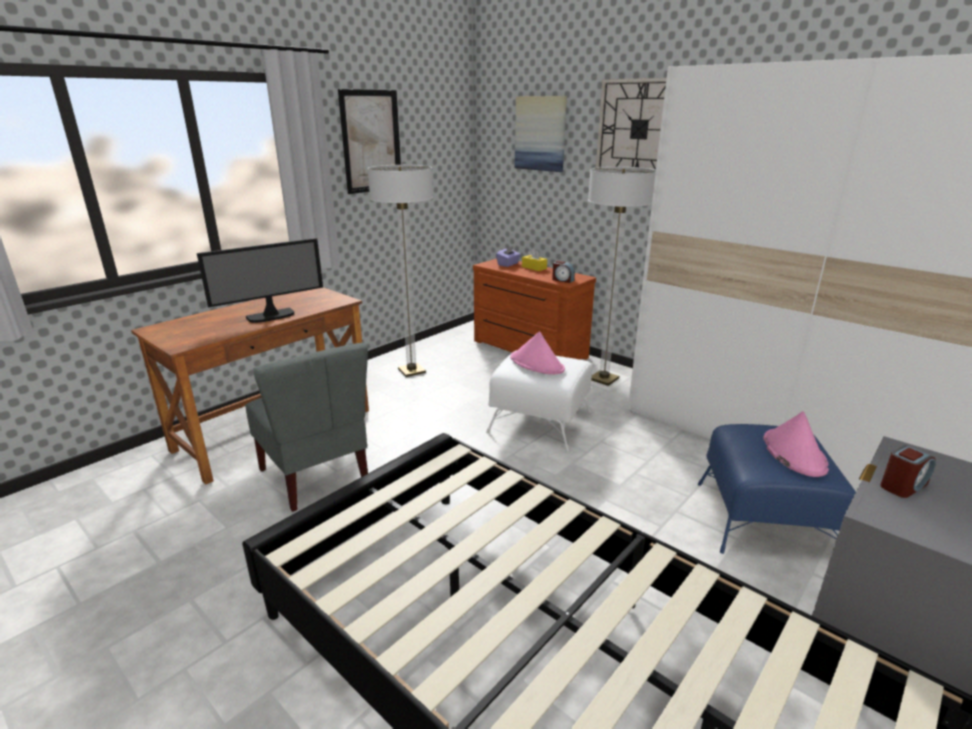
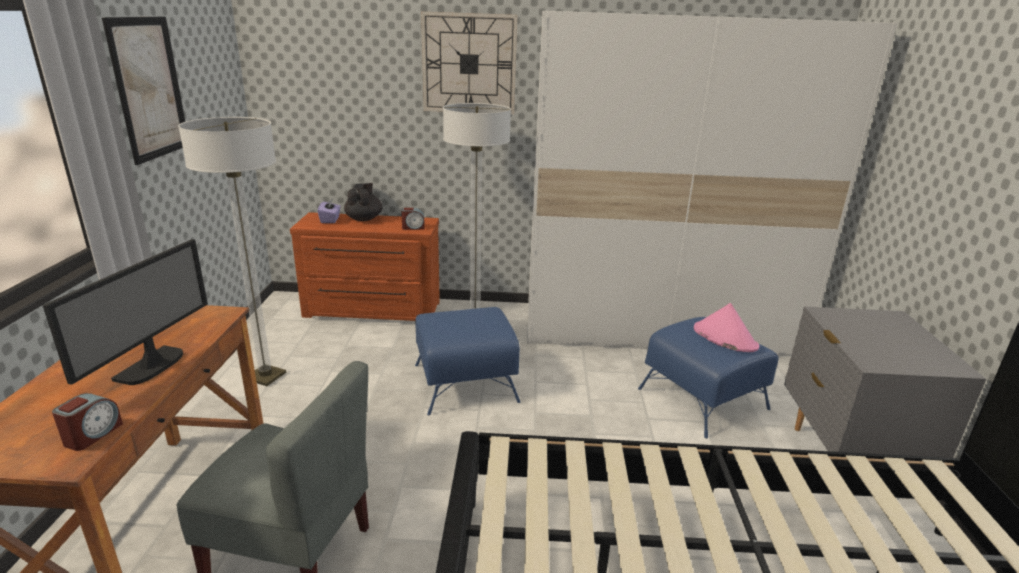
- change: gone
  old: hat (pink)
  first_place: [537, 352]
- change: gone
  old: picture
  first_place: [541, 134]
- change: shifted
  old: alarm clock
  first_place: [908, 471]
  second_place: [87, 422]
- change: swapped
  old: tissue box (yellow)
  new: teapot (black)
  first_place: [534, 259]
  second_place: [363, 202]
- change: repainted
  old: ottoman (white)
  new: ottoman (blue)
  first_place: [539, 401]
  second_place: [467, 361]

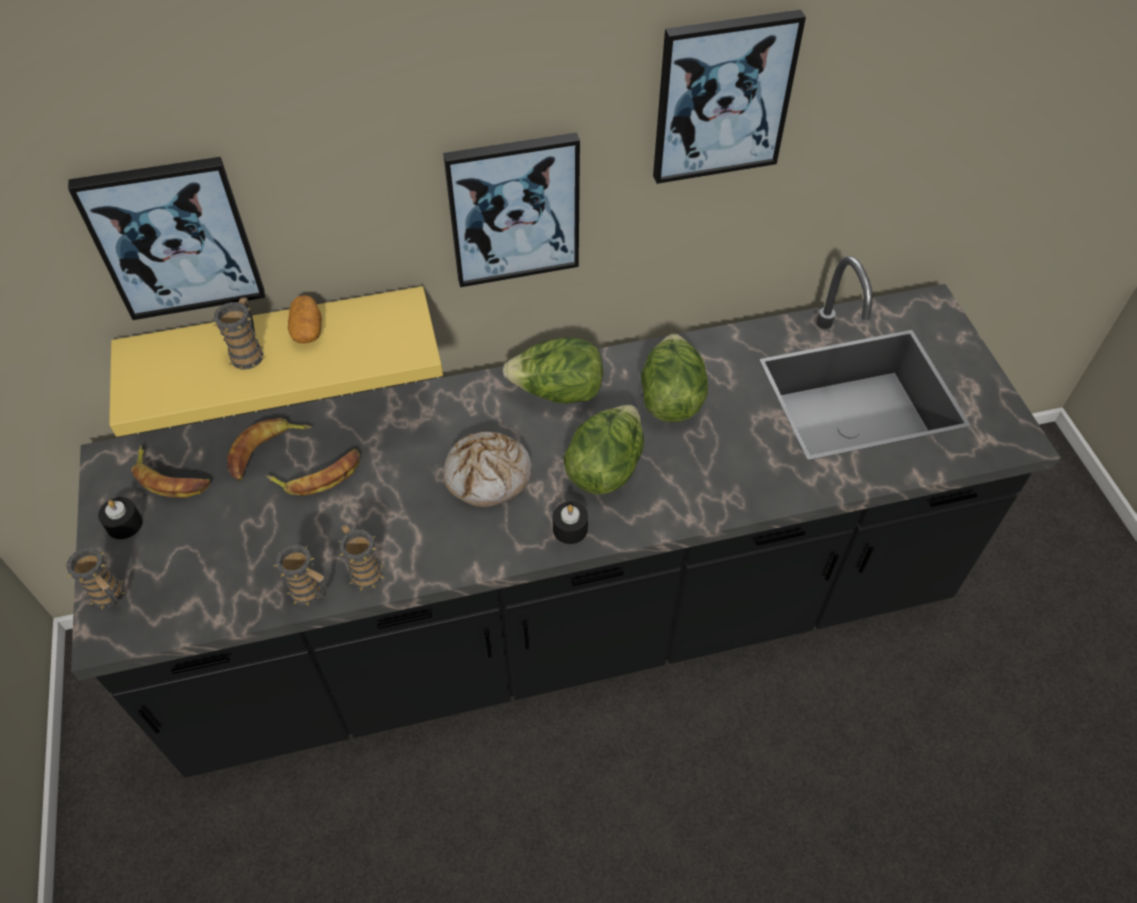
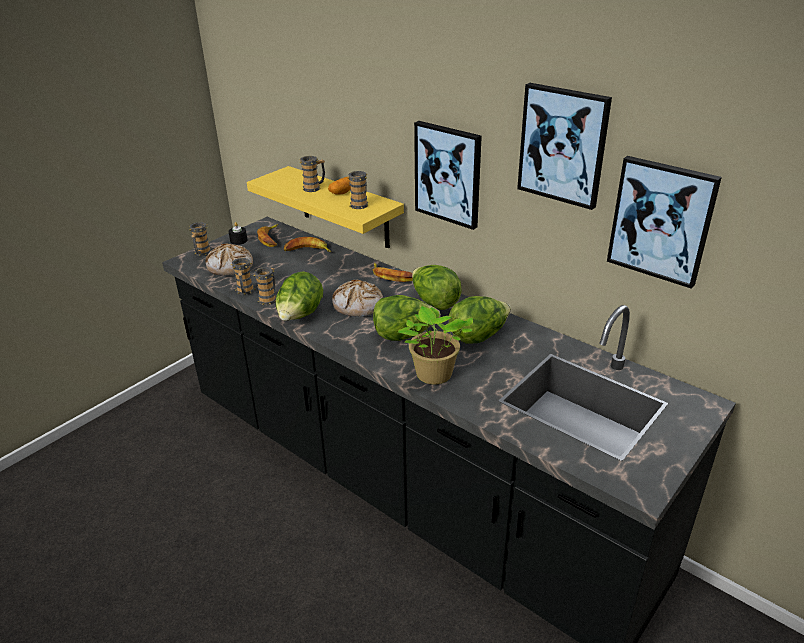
- change: gone
  old: candle (black)
  first_place: [570, 523]
- change: new
  new: bread
  second_place: [229, 259]
- change: new
  new: lettuce
  second_place: [299, 296]
- change: new
  new: mug
  second_place: [358, 190]
- change: new
  new: potted plant
  second_place: [435, 345]
- change: shifted
  old: picture
  first_place: [166, 238]
  second_place: [664, 222]
- change: shifted
  old: banana
  first_place: [313, 472]
  second_place: [393, 272]

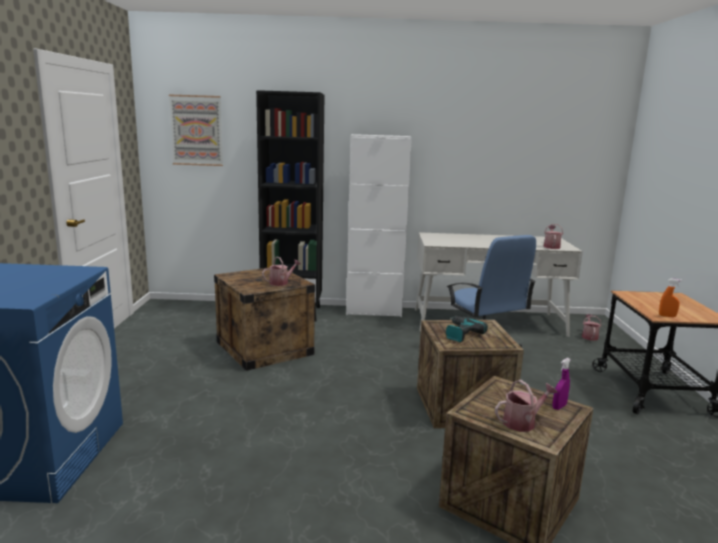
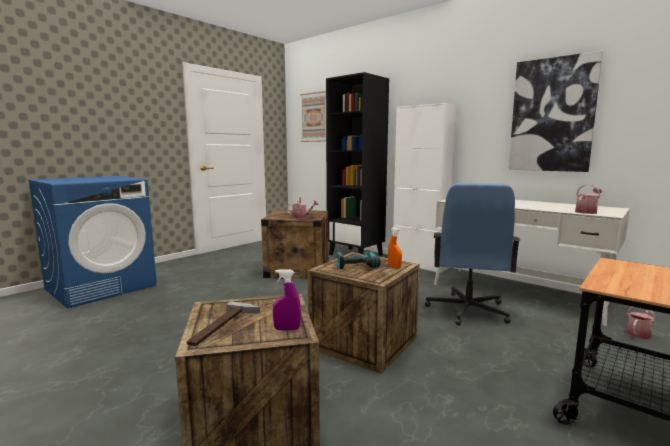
- change: new
  new: picture
  second_place: [555, 111]
- change: shifted
  old: spray bottle (orange)
  first_place: [670, 298]
  second_place: [395, 248]
- change: swapped
  old: watering can
  new: hammer
  first_place: [526, 406]
  second_place: [223, 323]

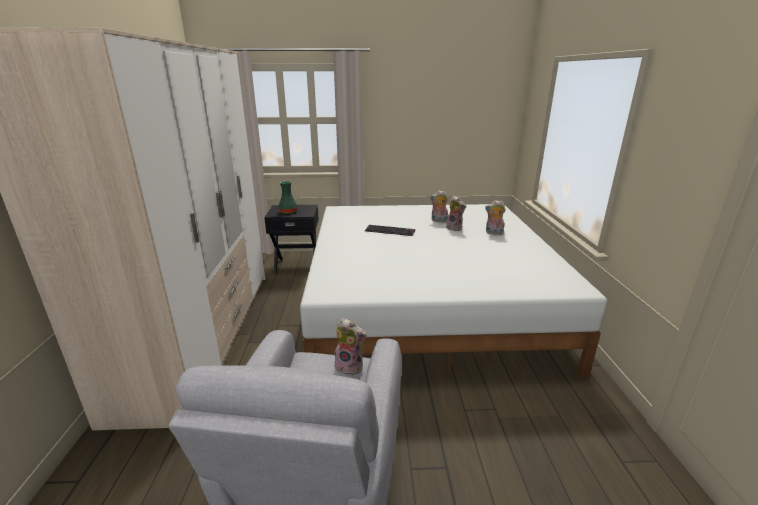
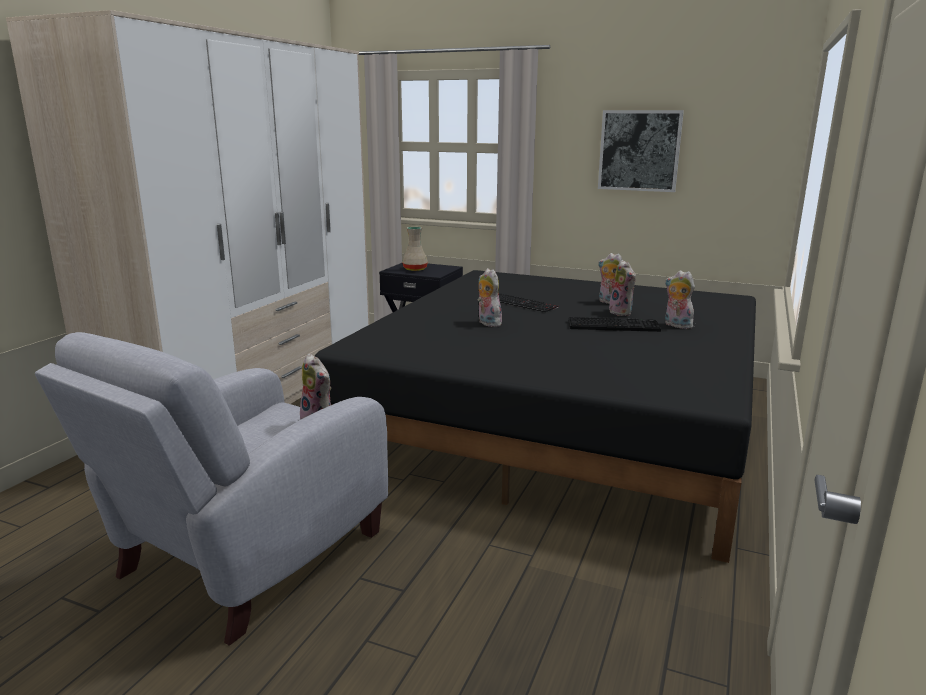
- change: new
  new: plush toy
  second_place: [490, 297]
- change: new
  new: keyboard
  second_place: [614, 324]
- change: new
  new: picture
  second_place: [641, 151]
- change: repainted
  old: vase (green)
  new: vase (beige)
  first_place: [288, 197]
  second_place: [415, 249]
- change: repainted
  old: bed (white)
  new: bed (black)
  first_place: [453, 290]
  second_place: [535, 416]

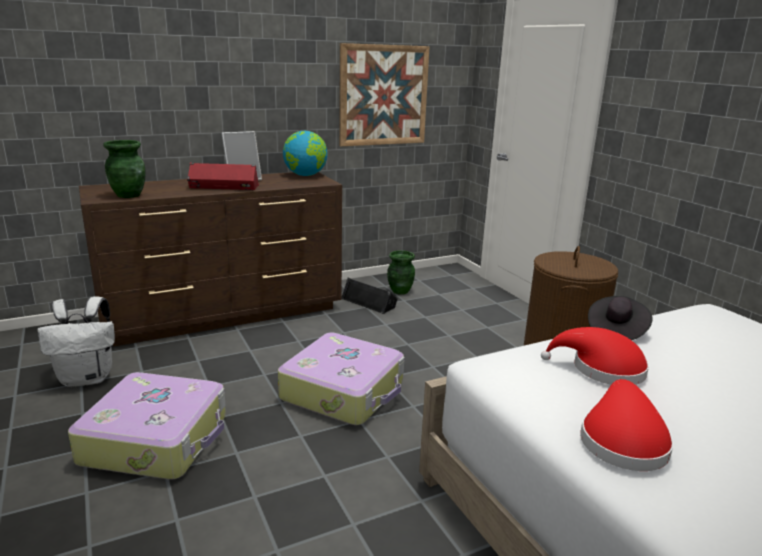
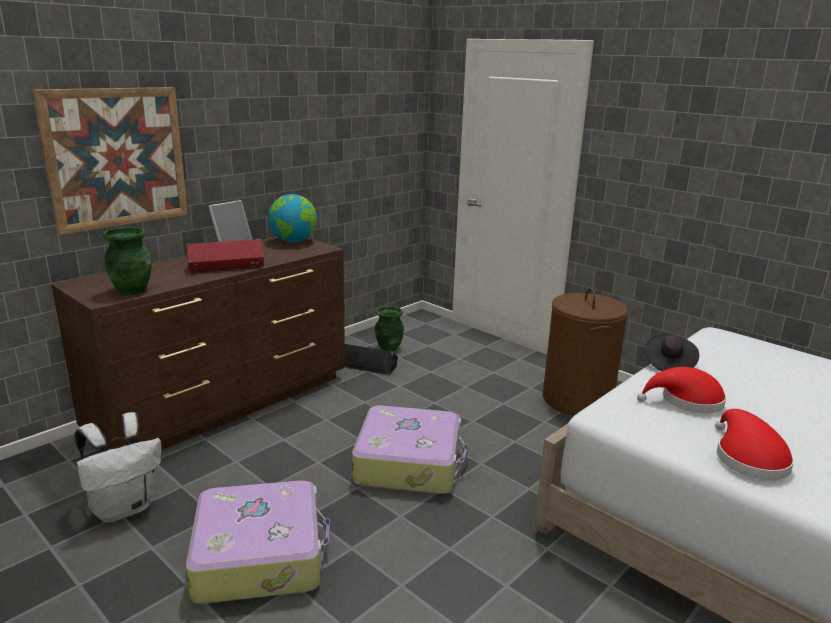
- change: shifted
  old: picture
  first_place: [384, 94]
  second_place: [110, 161]

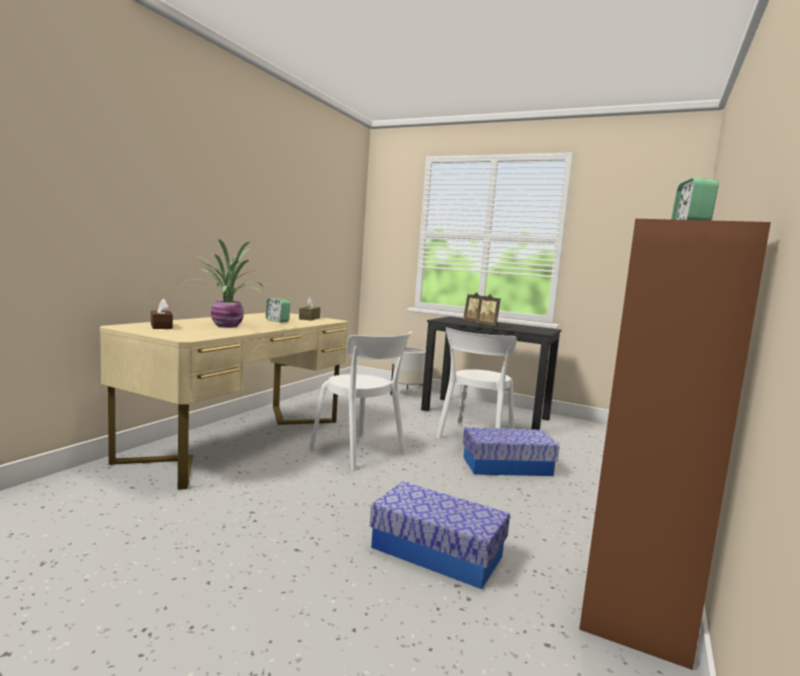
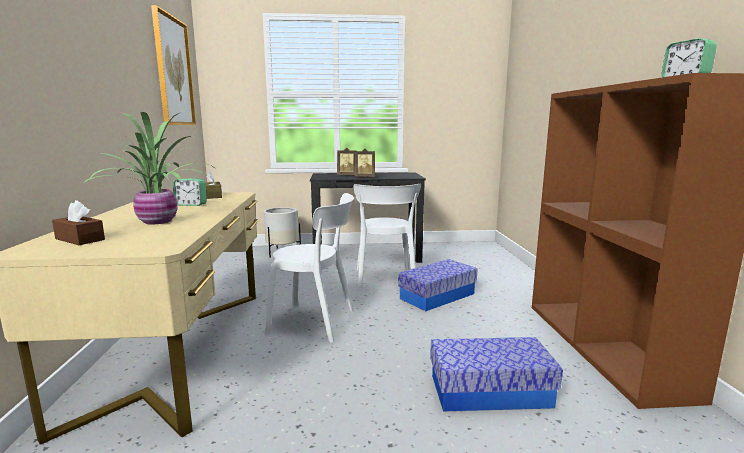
- change: new
  new: picture
  second_place: [173, 65]

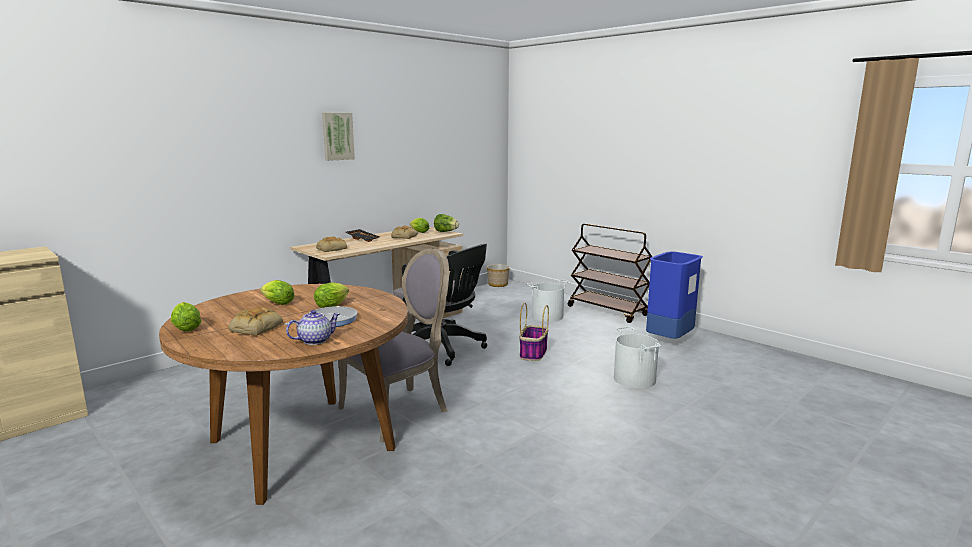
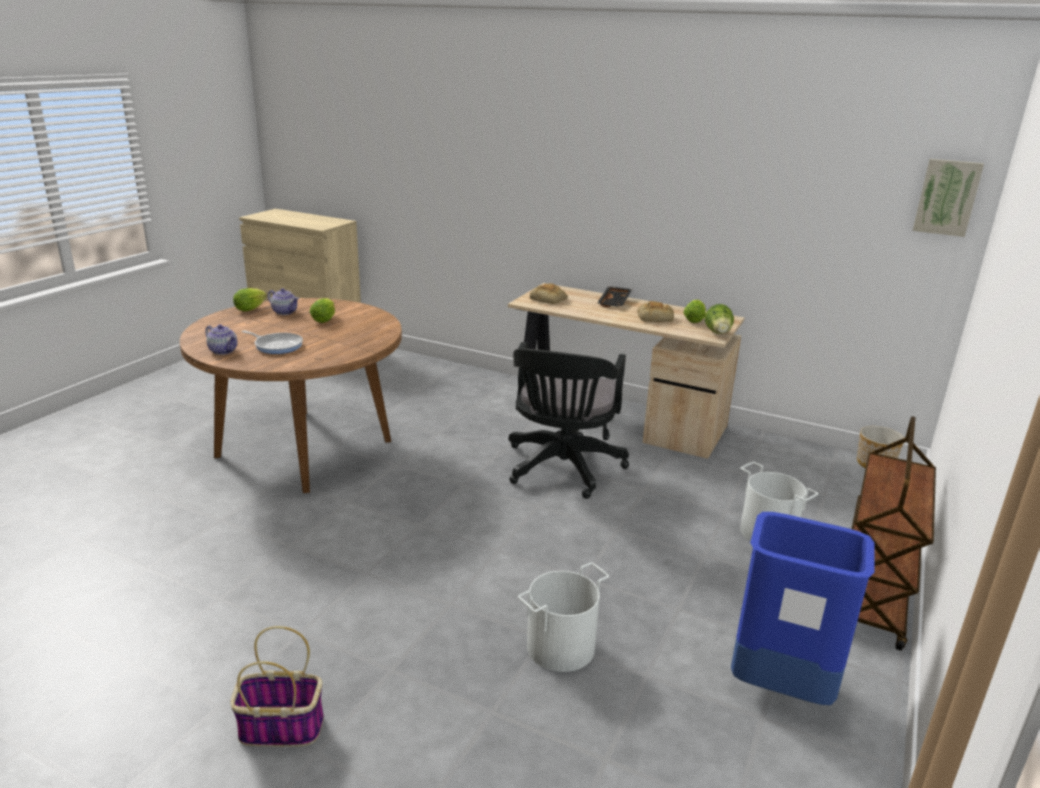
- change: gone
  old: bread
  first_place: [255, 321]
- change: gone
  old: lettuce
  first_place: [331, 295]
- change: gone
  old: chair (grey)
  first_place: [393, 345]
- change: new
  new: teapot
  second_place: [283, 301]
- change: shifted
  old: picture
  first_place: [338, 137]
  second_place: [948, 198]
- change: shifted
  old: basket
  first_place: [534, 332]
  second_place: [277, 686]

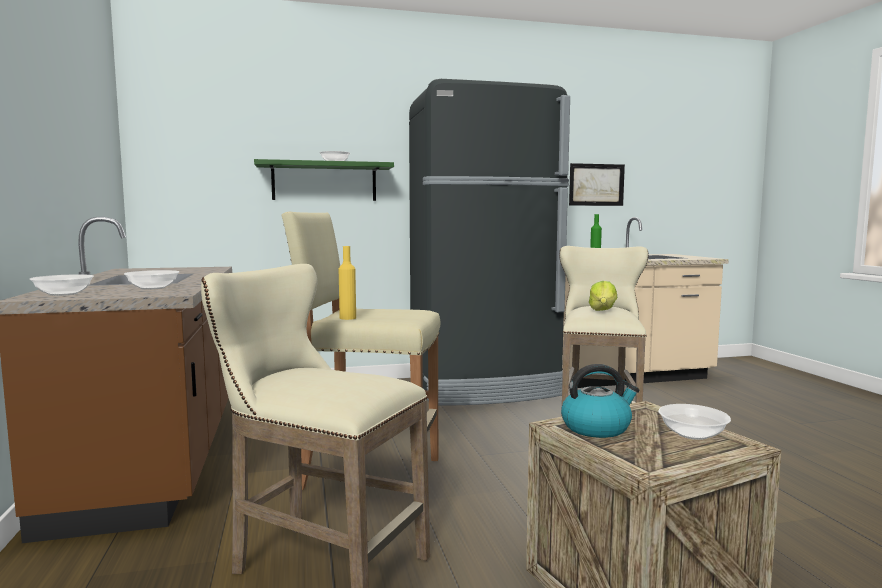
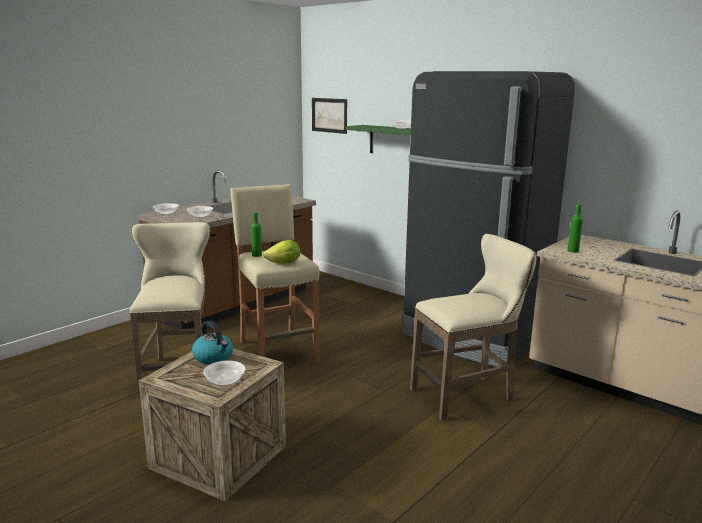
- change: shifted
  old: picture
  first_place: [597, 184]
  second_place: [329, 116]
- change: shifted
  old: lettuce
  first_place: [603, 296]
  second_place: [281, 252]
- change: repainted
  old: bottle (yellow)
  new: bottle (green)
  first_place: [347, 283]
  second_place: [256, 234]

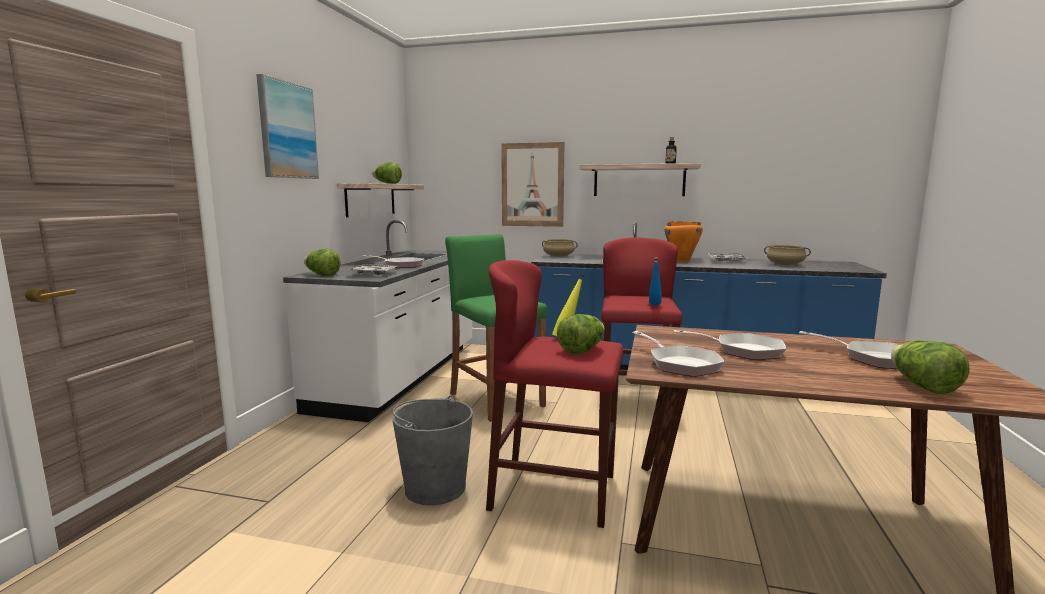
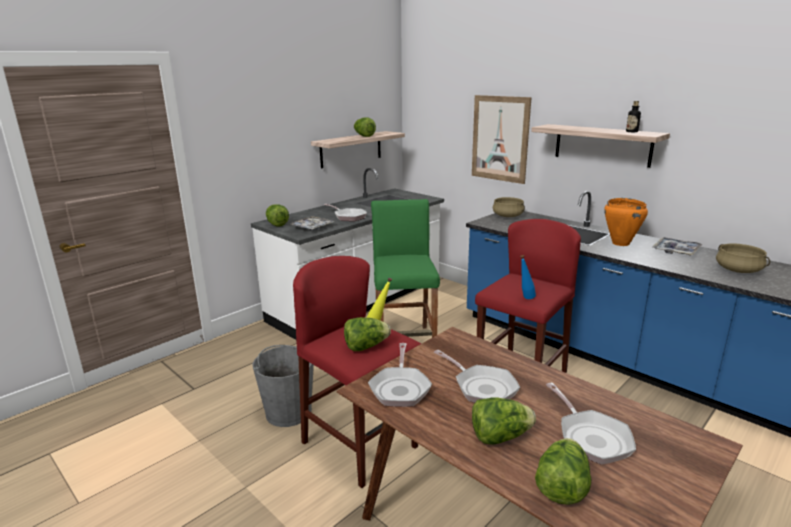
- change: gone
  old: picture
  first_place: [287, 126]
- change: new
  new: lettuce
  second_place: [504, 421]

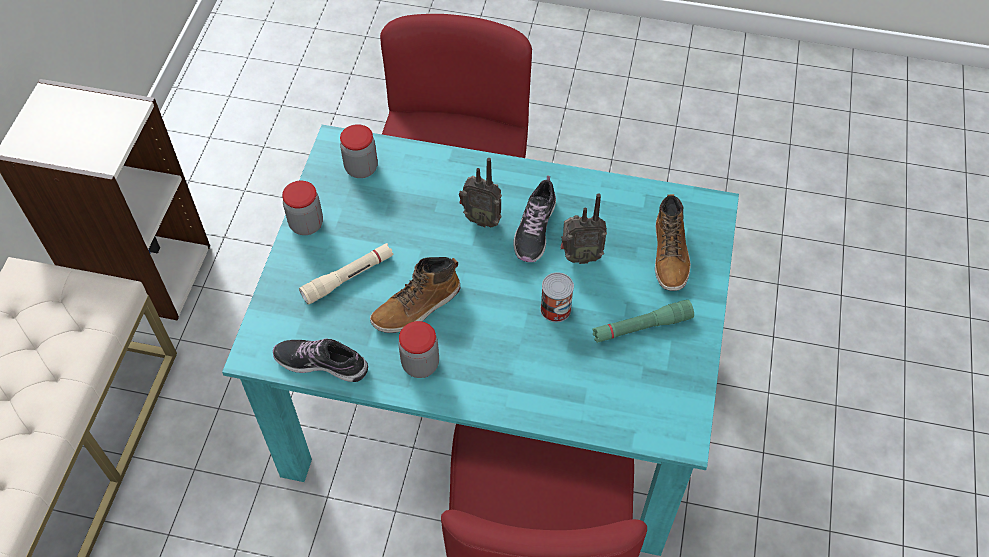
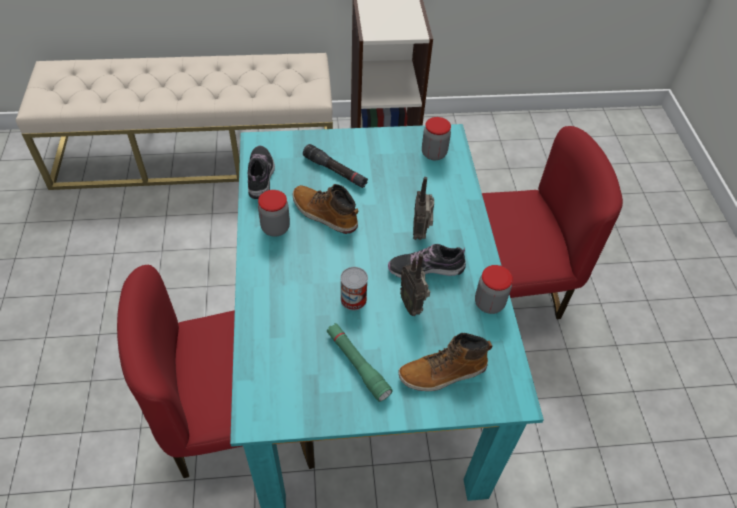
- change: shifted
  old: jar
  first_place: [302, 208]
  second_place: [494, 289]
- change: repainted
  old: flashlight (beige)
  new: flashlight (black)
  first_place: [346, 274]
  second_place: [335, 166]

